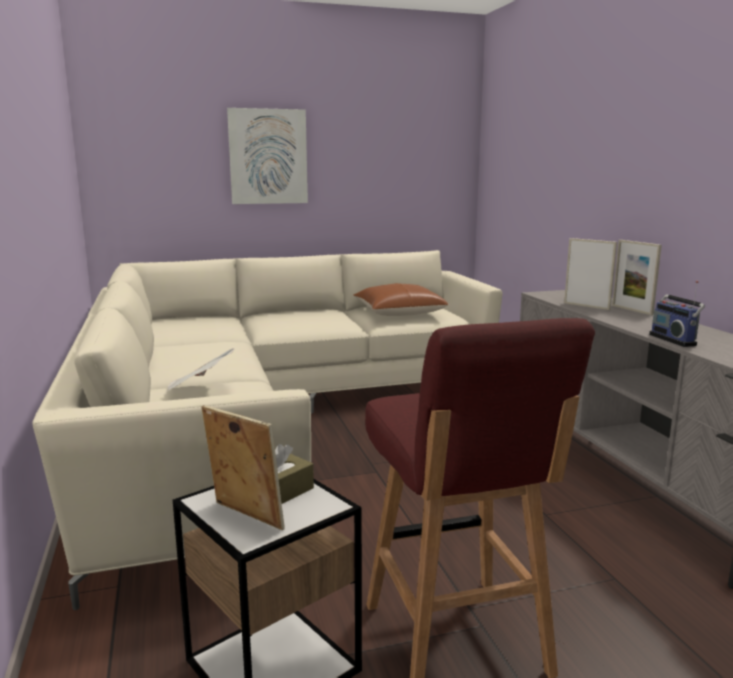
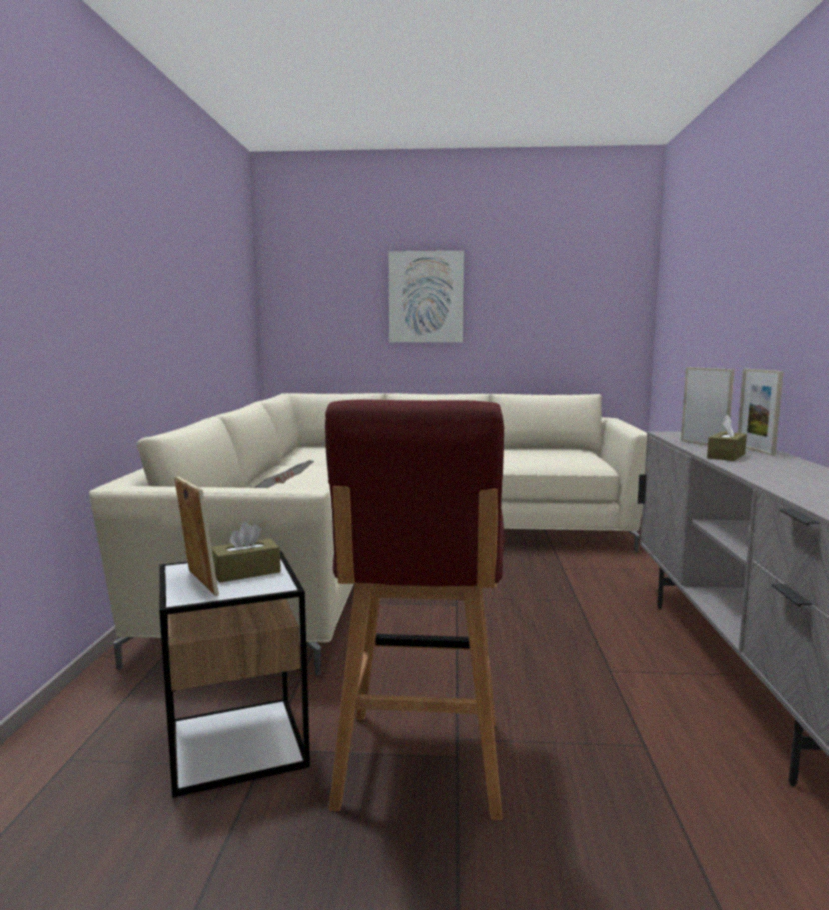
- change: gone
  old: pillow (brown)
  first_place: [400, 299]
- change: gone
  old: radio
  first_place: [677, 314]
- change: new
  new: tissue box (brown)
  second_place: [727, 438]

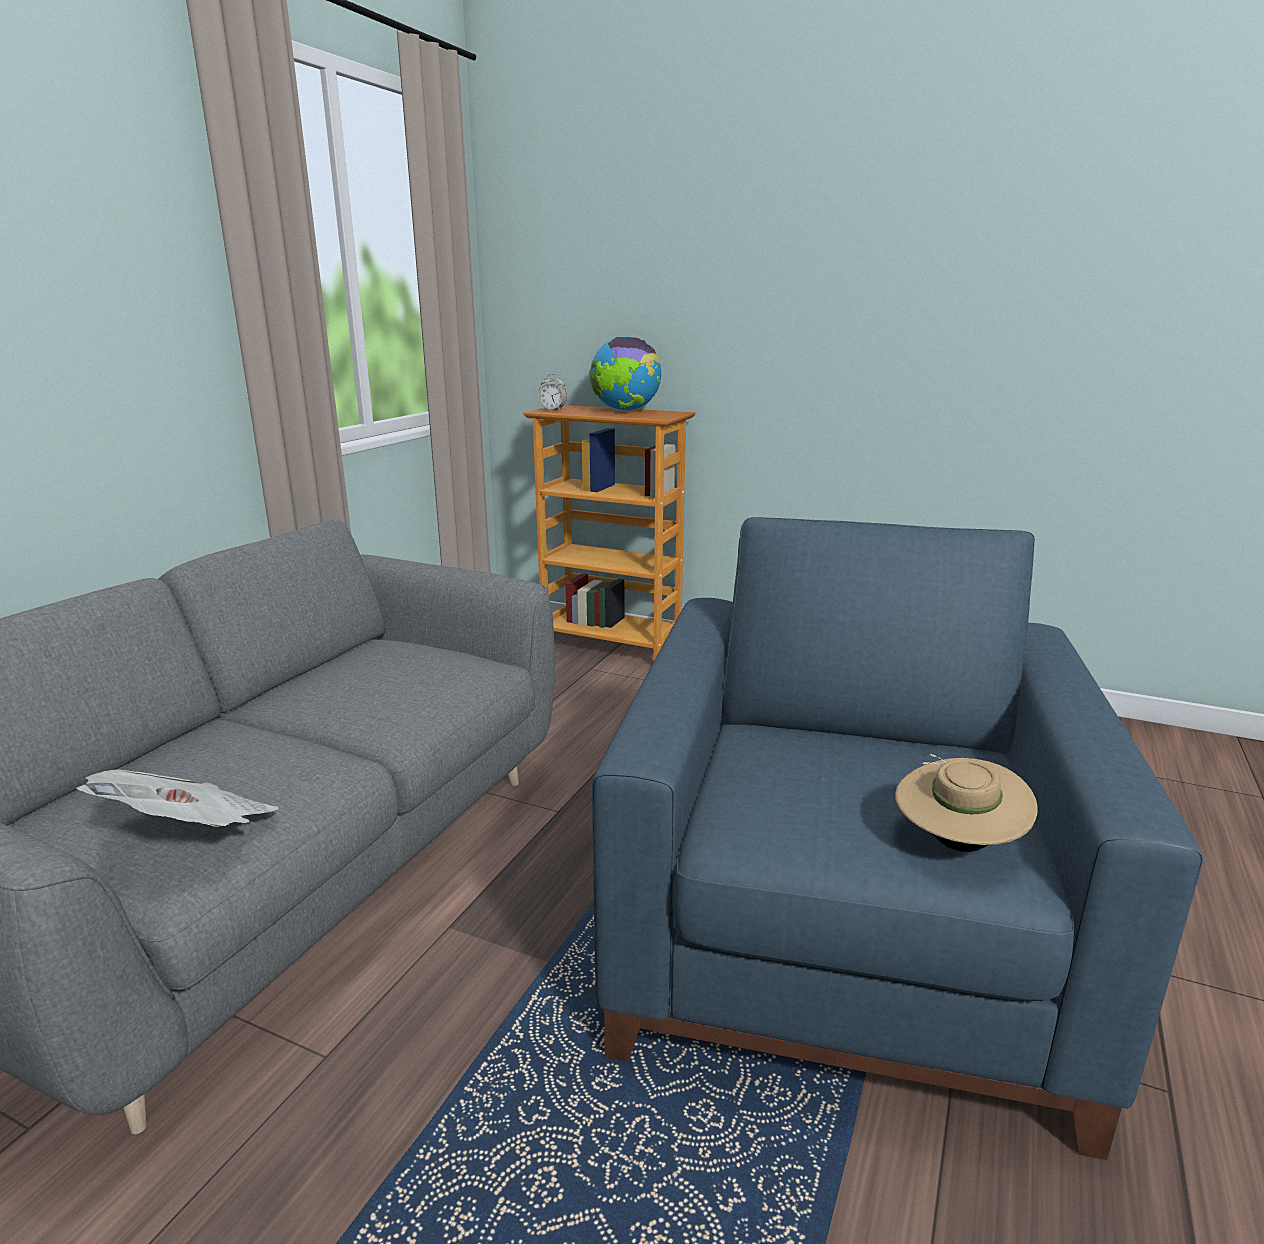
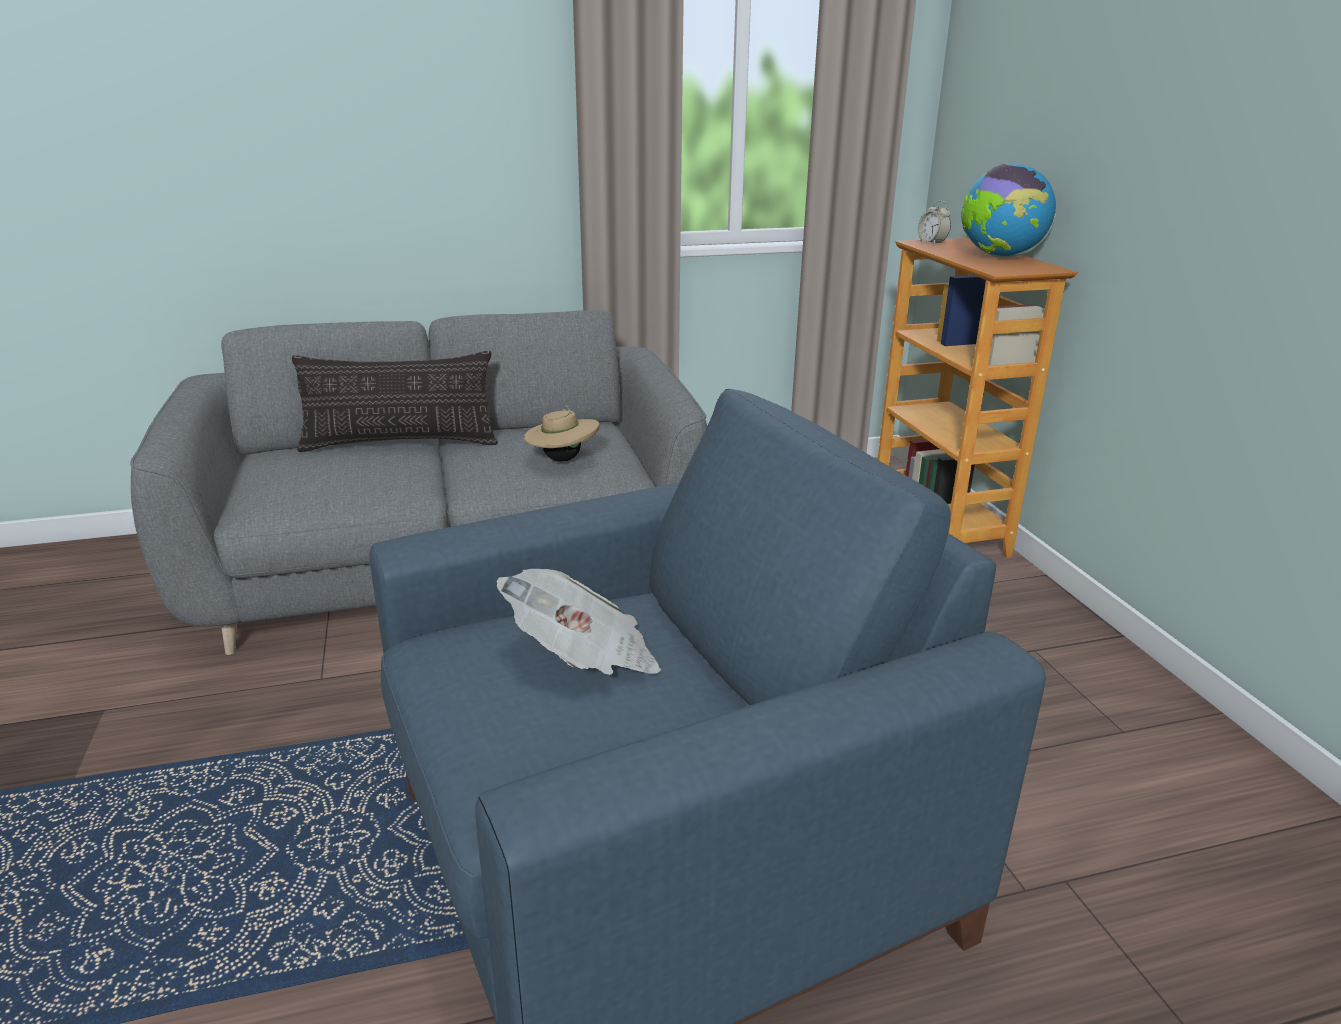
- change: new
  new: pillow
  second_place: [395, 401]
- change: shifted
  old: newspaper
  first_place: [177, 798]
  second_place: [579, 622]
- change: shifted
  old: hat (beige)
  first_place: [966, 803]
  second_place: [561, 433]

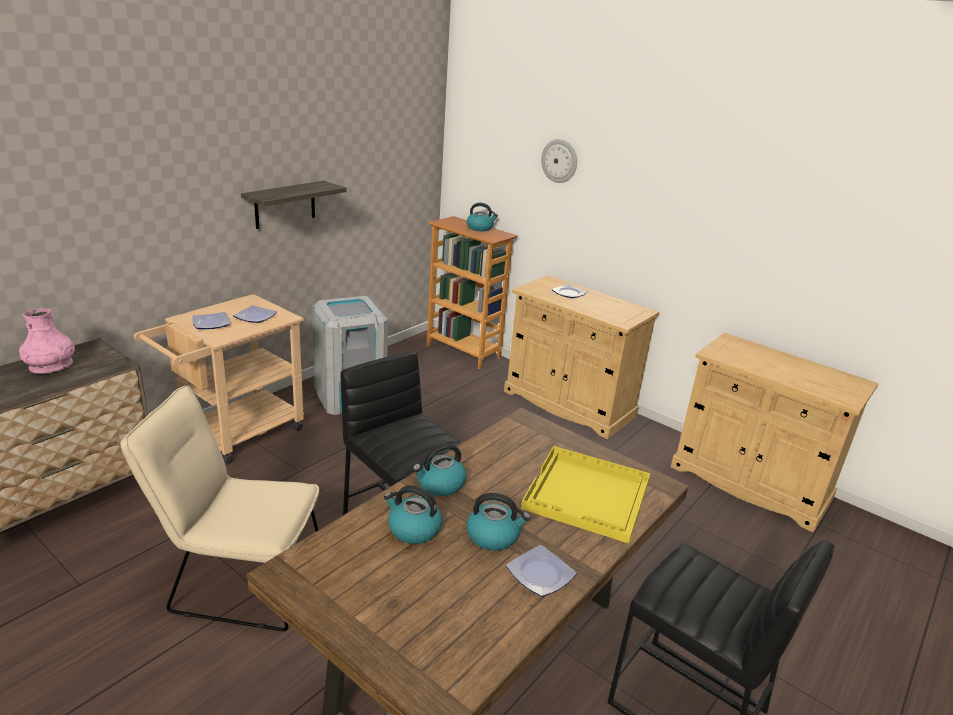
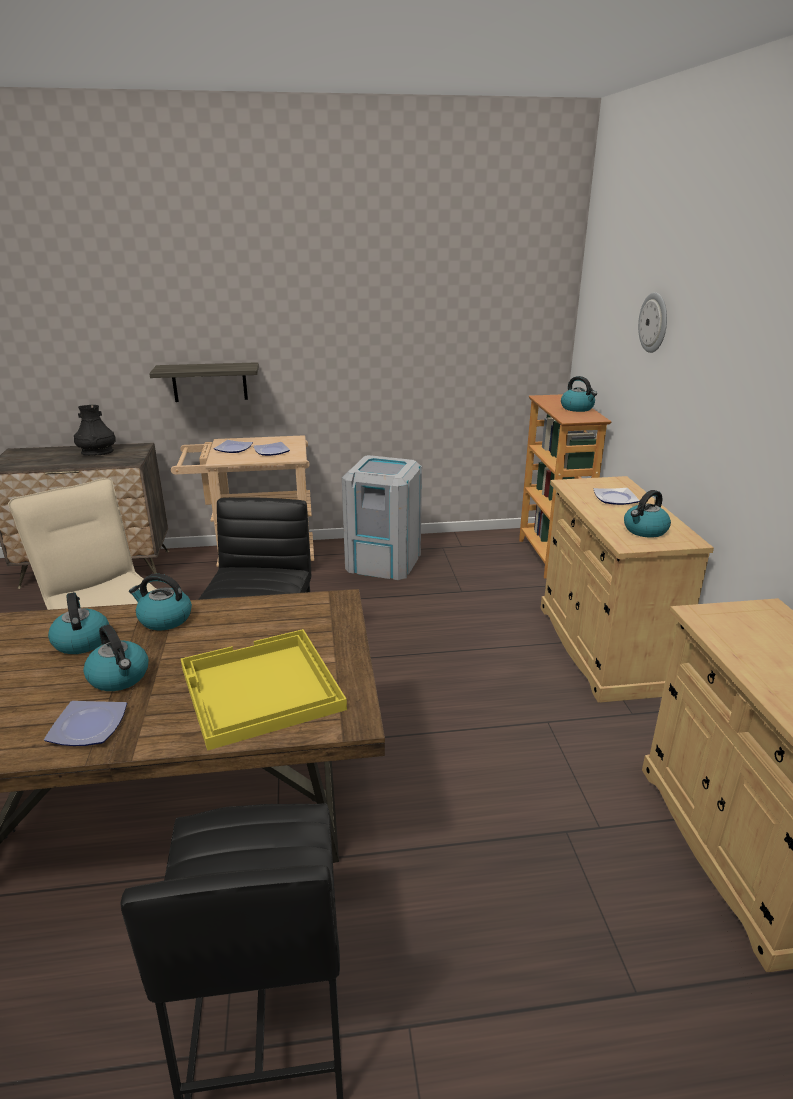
- change: new
  new: kettle
  second_place: [647, 514]
- change: shifted
  old: shelf
  first_place: [294, 205]
  second_place: [204, 382]
- change: repainted
  old: vase (pink)
  new: vase (black)
  first_place: [47, 341]
  second_place: [95, 430]

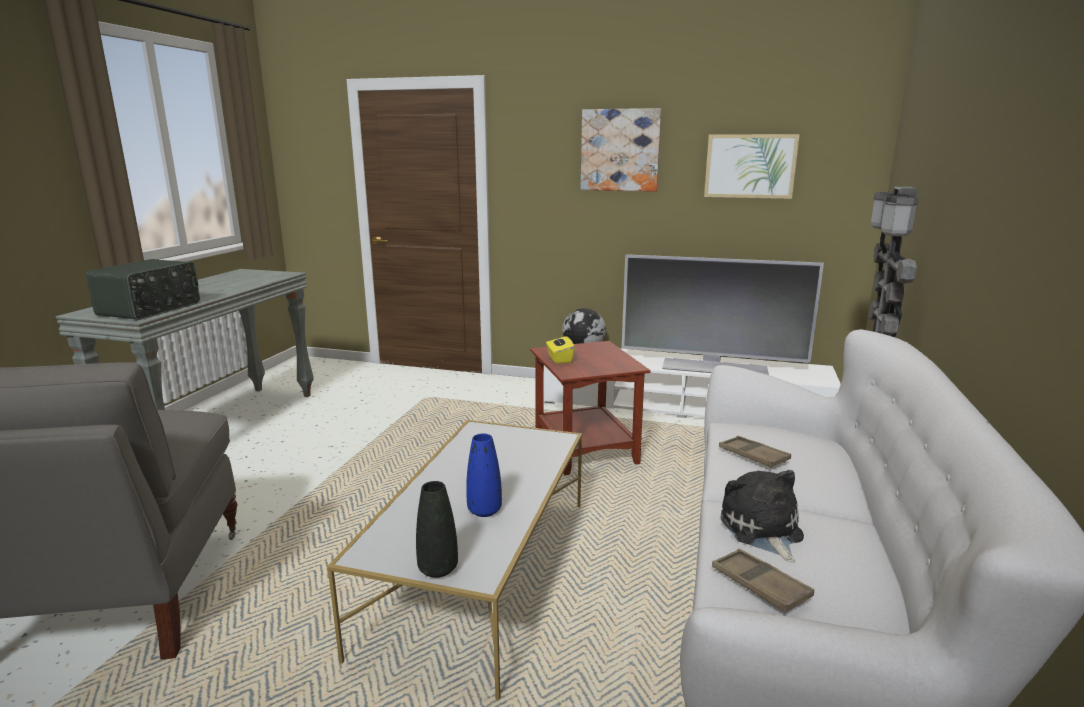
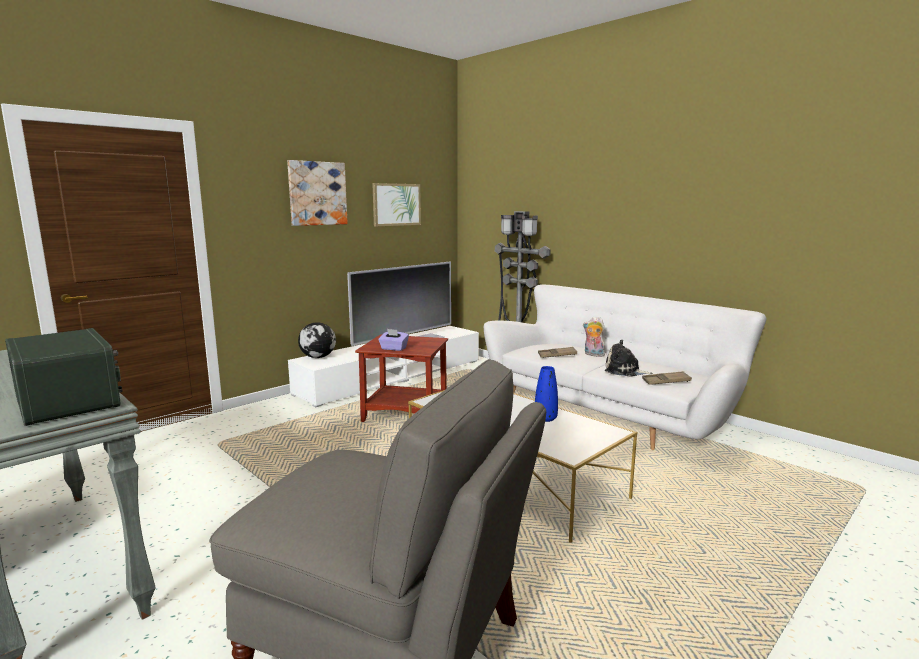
- change: gone
  old: vase (black)
  first_place: [437, 529]
- change: new
  new: plush toy
  second_place: [594, 337]
- change: repainted
  old: tissue box (yellow)
  new: tissue box (purple)
  first_place: [560, 349]
  second_place: [393, 340]

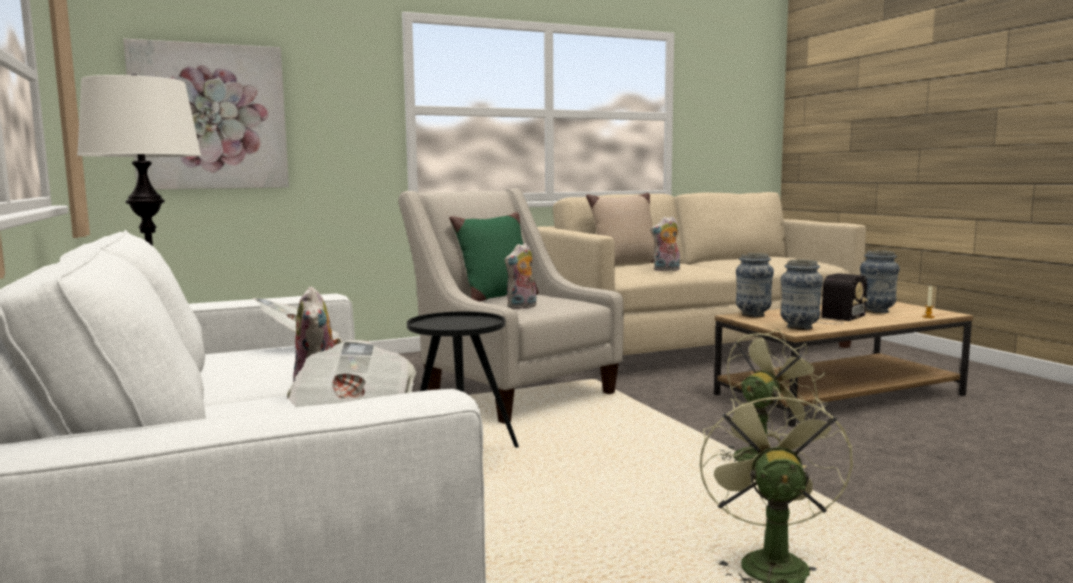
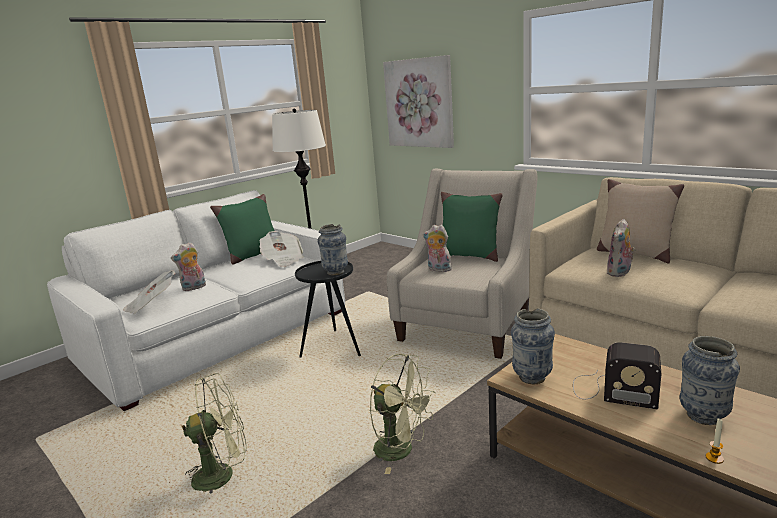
- change: new
  new: pillow (green)
  second_place: [242, 229]
- change: shifted
  old: vase
  first_place: [755, 285]
  second_place: [333, 249]
- change: rotated
  old: plush toy
  first_place: [665, 243]
  second_place: [621, 248]
  degrees: -105

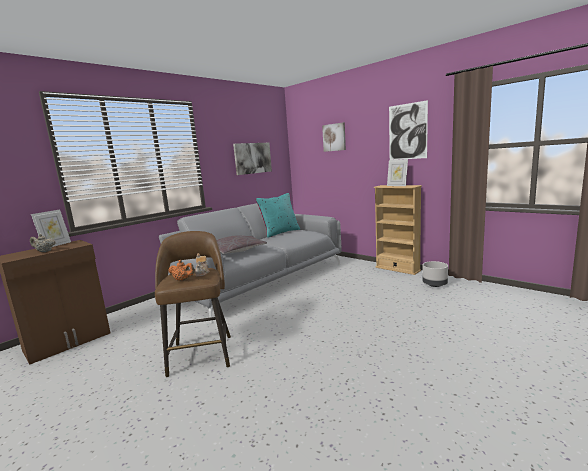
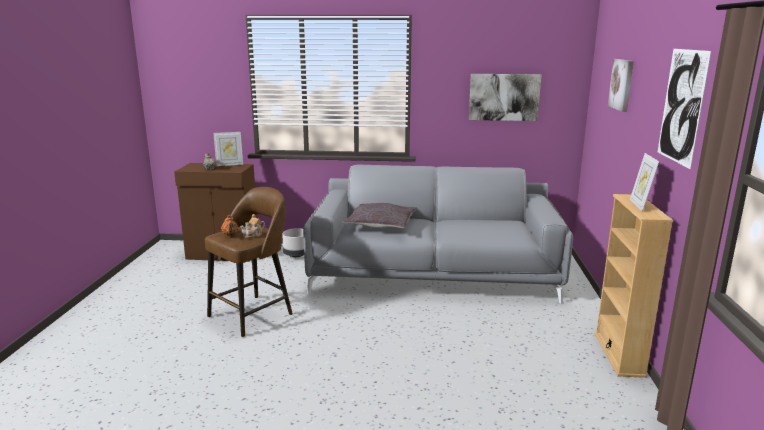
- change: gone
  old: pillow (turquoise)
  first_place: [278, 215]
- change: shifted
  old: planter (grey)
  first_place: [435, 274]
  second_place: [293, 242]

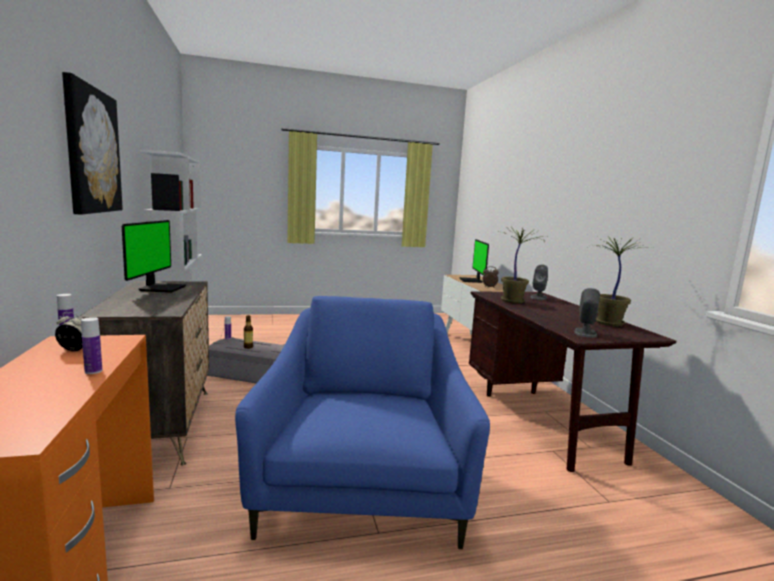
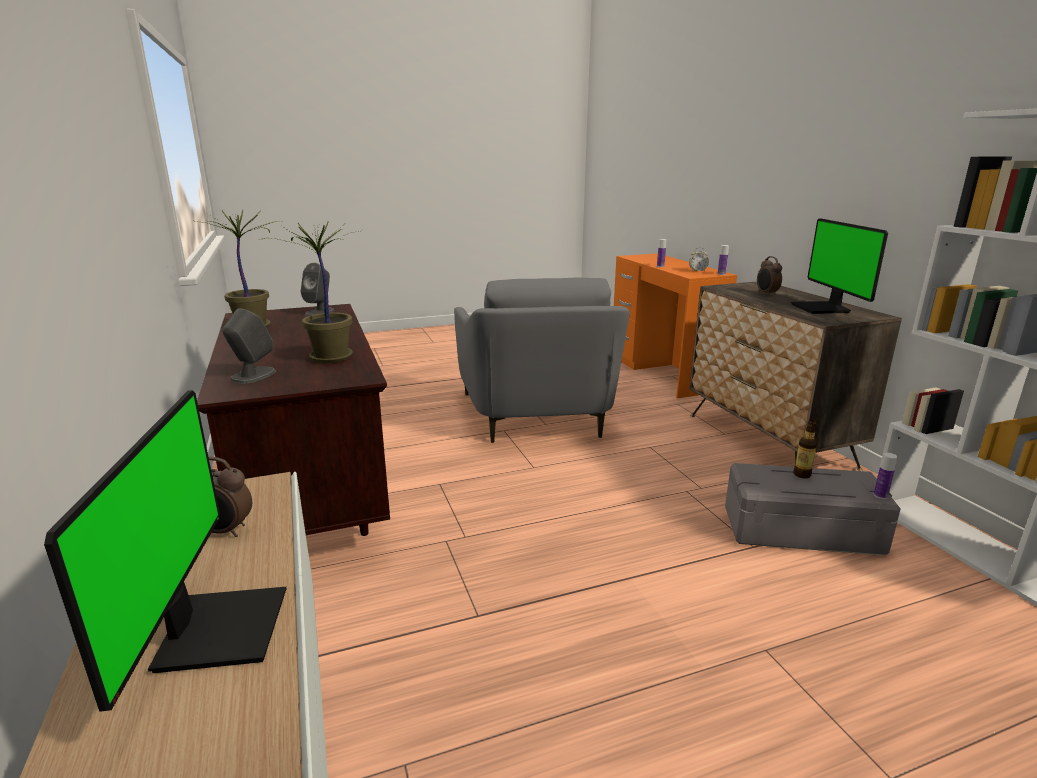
- change: gone
  old: picture
  first_place: [92, 143]
- change: new
  new: alarm clock
  second_place: [769, 276]
- change: repainted
  old: armchair (blue)
  new: armchair (grey)
  first_place: [362, 422]
  second_place: [542, 360]

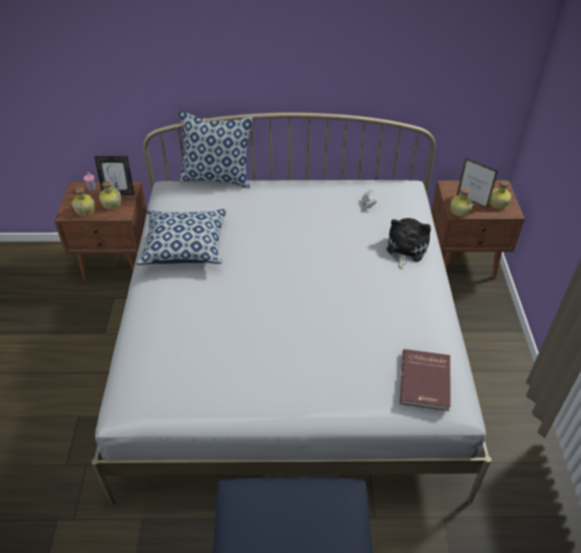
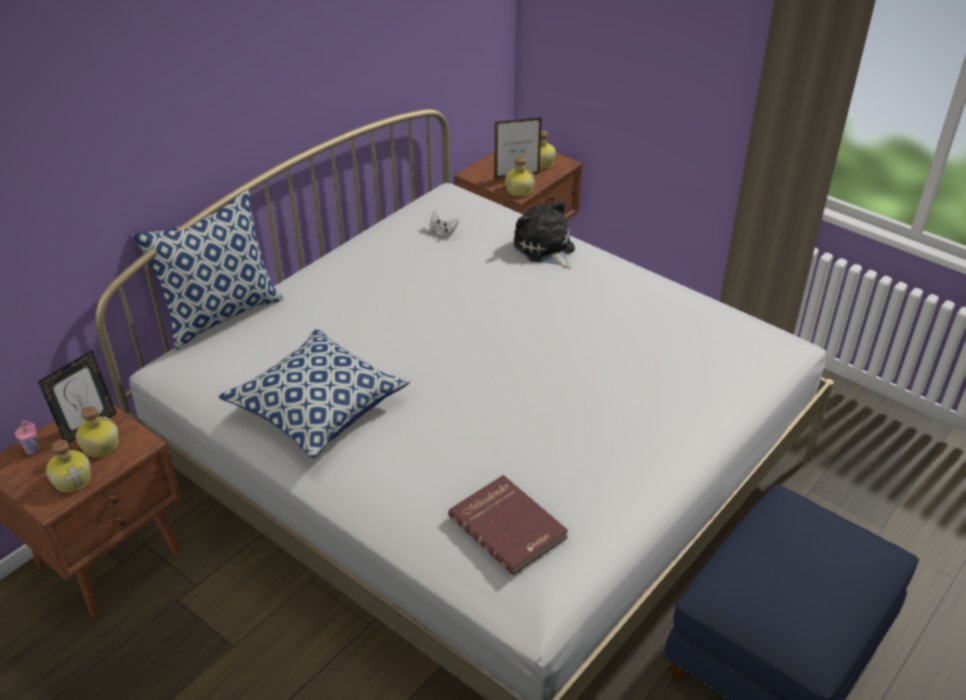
- change: shifted
  old: book (red)
  first_place: [425, 380]
  second_place: [508, 525]

